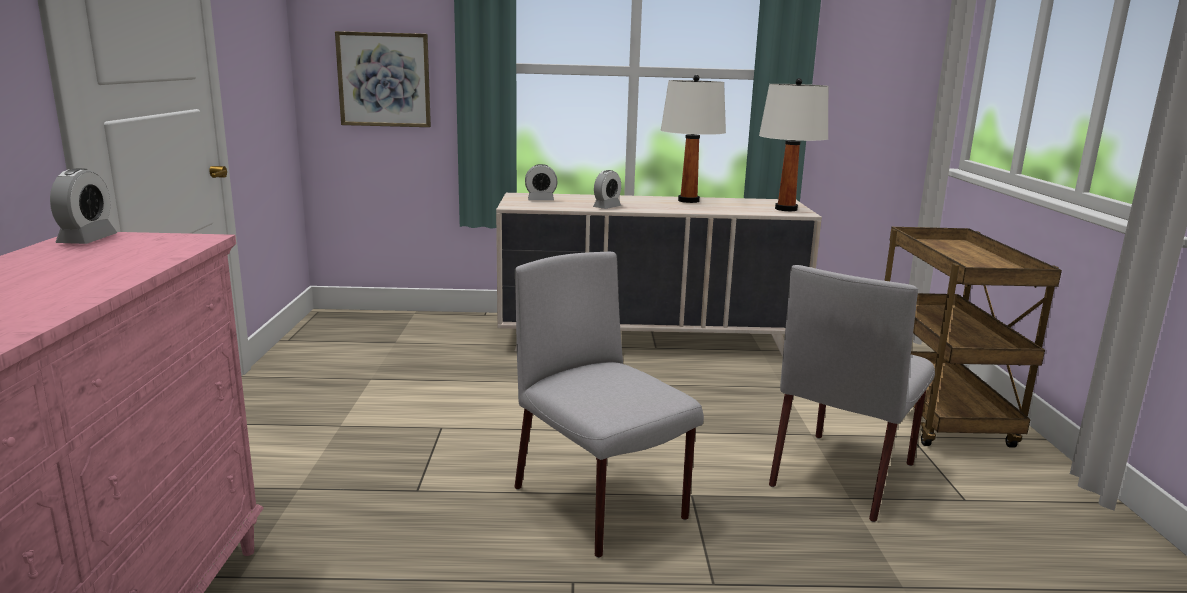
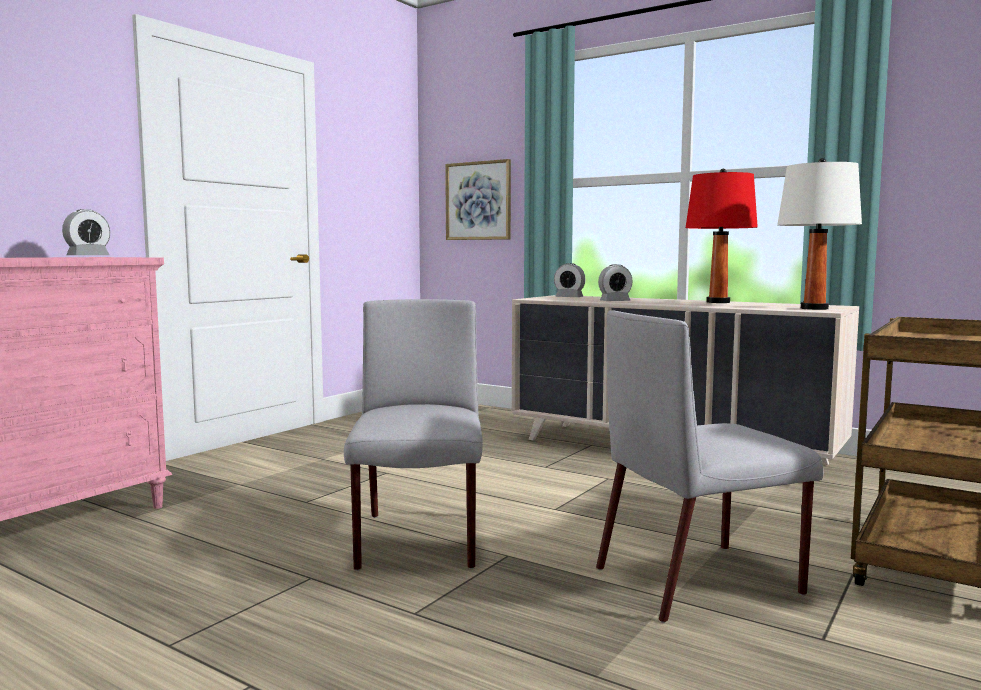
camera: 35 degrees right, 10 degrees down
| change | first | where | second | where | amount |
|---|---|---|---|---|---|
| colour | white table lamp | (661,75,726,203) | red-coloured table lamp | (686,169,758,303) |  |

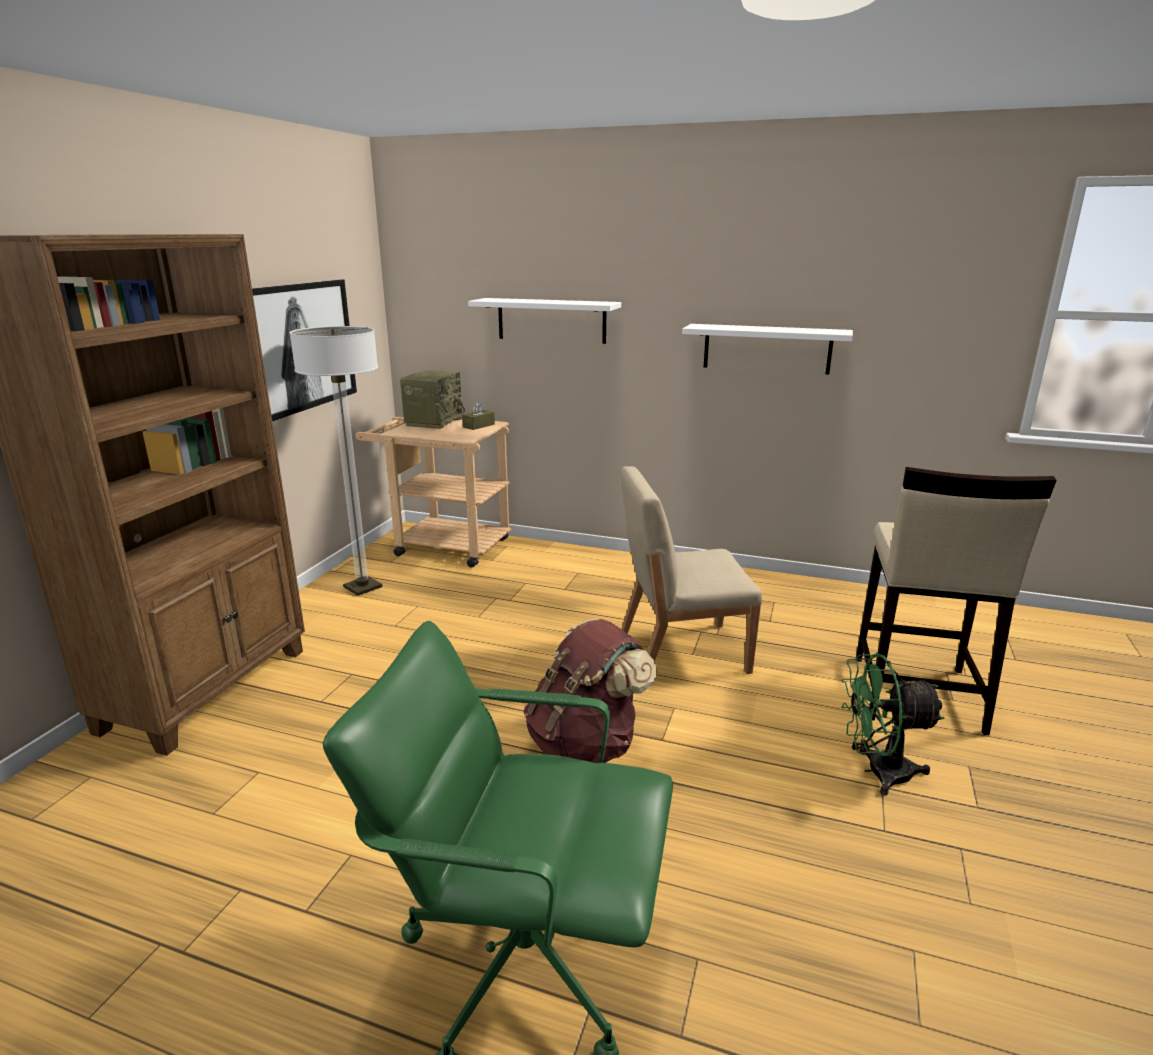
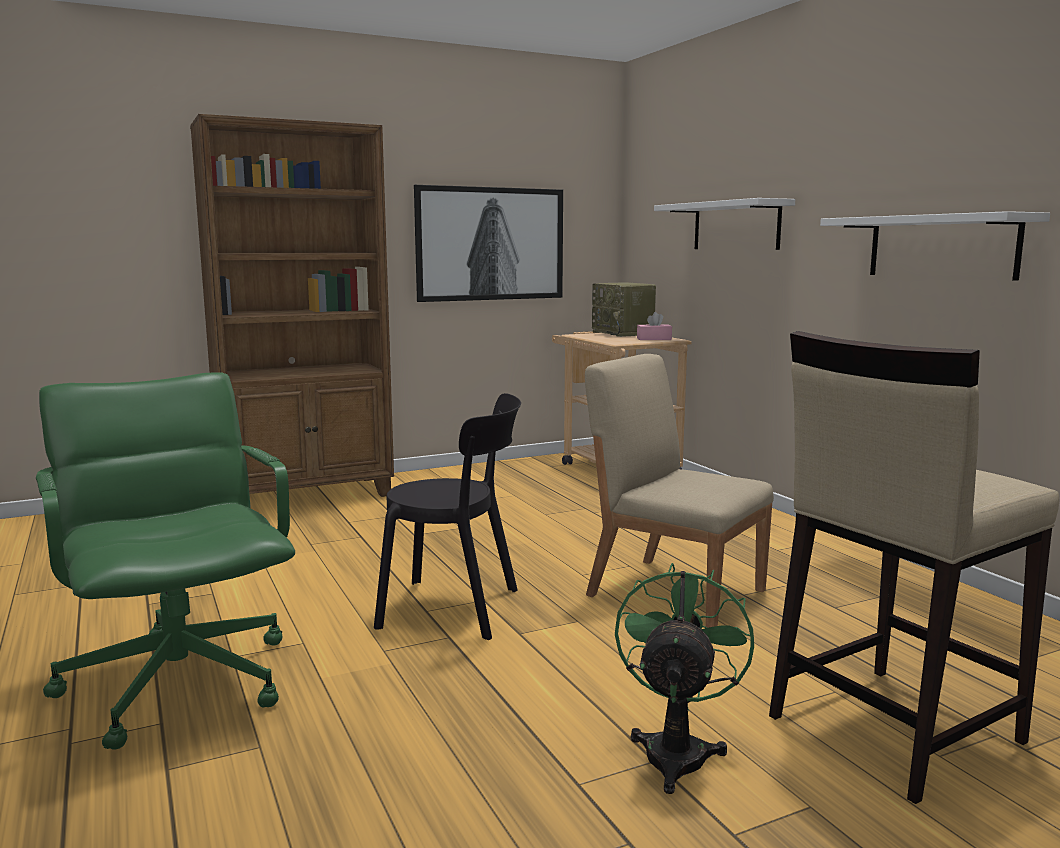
camera: 45 degrees right, 10 degrees down
| change | first | where | second | where | amount |
|---|---|---|---|---|---|
| exchanged | brownish backpack | (523,619,657,763) | blackish upright chair | (374,393,521,640) |  |
| spun | radio receiver | (400,370,465,429) |  | (592,282,656,337) | 90 degrees clockwise |
| spun | green fan | (841,653,945,796) |  | (615,563,754,794) | 60 degrees clockwise |
| colour | brownish box of tissues | (462,401,495,430) | pink box of tissues | (637,312,672,340) |  |
| missing | floor lamp | (289,326,382,596) |  |  |  |

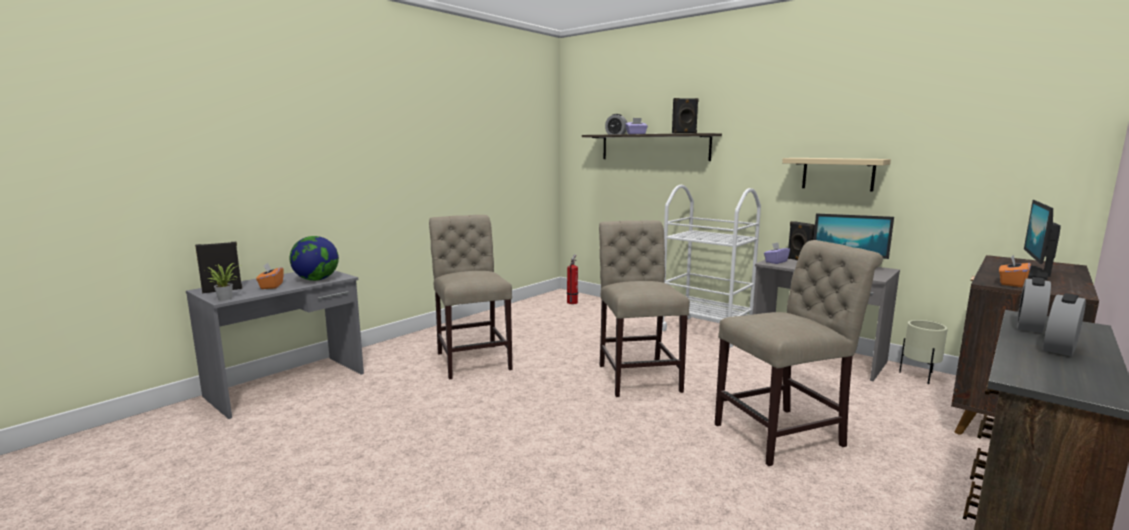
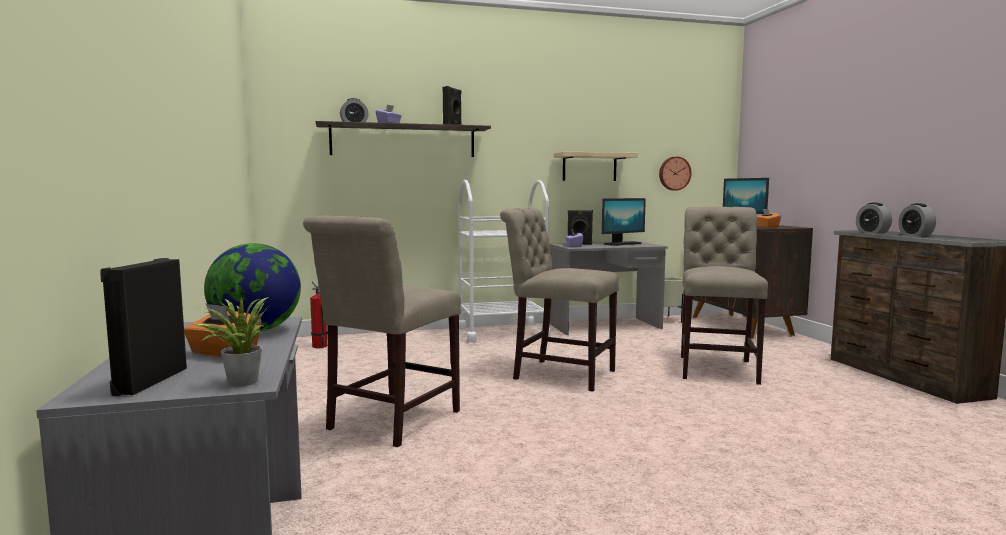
camera: 55 degrees left, 5 degrees down
| change | first | where | second | where | amount |
|---|---|---|---|---|---|
| spun | beige-coloured upright chair | (429,215,512,380) |  | (303,216,461,447) | 75 degrees counterclockwise |
| appeared |  |  | hanging clock | (659,156,692,191) |  |

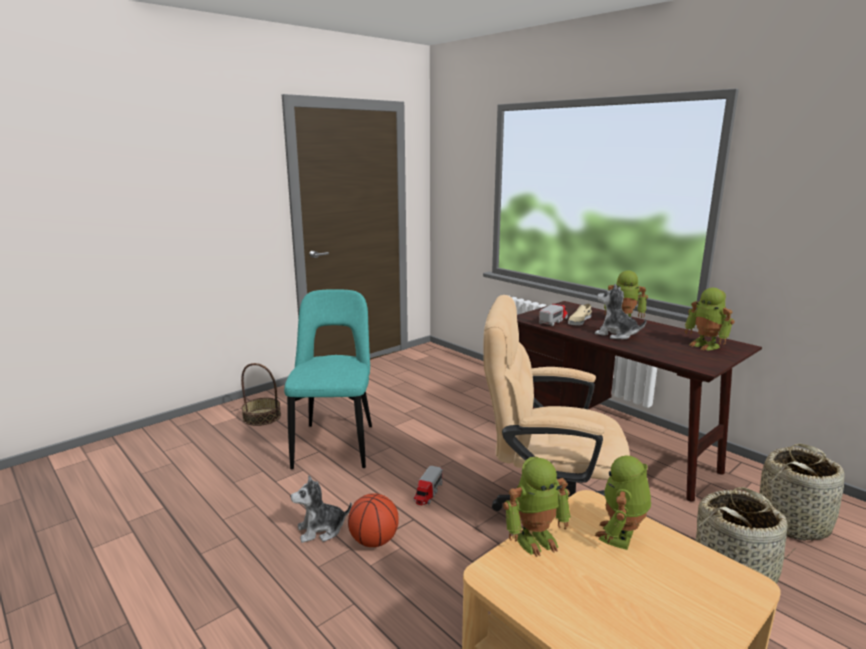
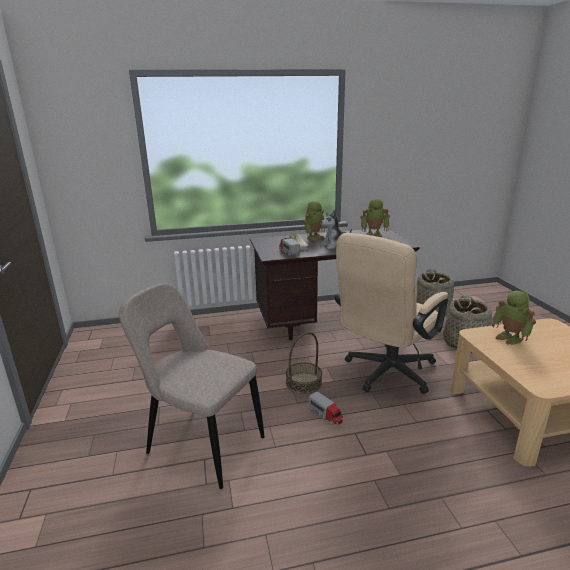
camera: 60 degrees left, 5 degrees up
| change | first | where | second | where | amount |
|---|---|---|---|---|---|
| colour | turquoise-coloured upright chair | (284,289,372,469) | beige-coloured upright chair | (119,283,264,489) |  |
| relocated | basket | (241,363,281,426) |  | (286,332,322,394) |  |
| missing | cuddly toy | (290,475,352,543) |  |  |  |
| missing | basketball ball | (348,493,399,547) |  |  |  |
| missing | toy robot | (503,457,571,557) |  |  |  |

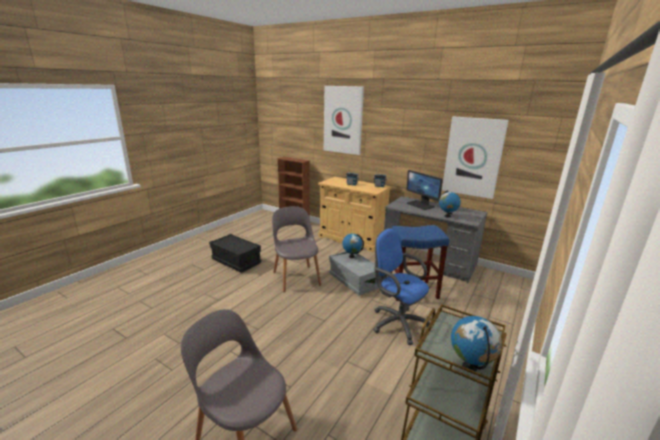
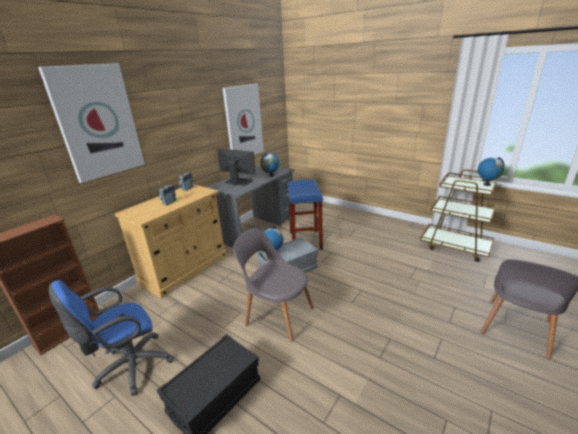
camera: 85 degrees left, 5 degrees up
| change | first | where | second | where | amount |
|---|---|---|---|---|---|
| relocated | blue computer chair | (373,228,430,345) |  | (49,280,174,396) |  |
| spun | computer display | (406,170,443,210) |  | (217,149,255,186) | 120 degrees counterclockwise |
| spun | grey upright chair | (272,206,322,292) |  | (234,228,314,342) | 45 degrees clockwise |

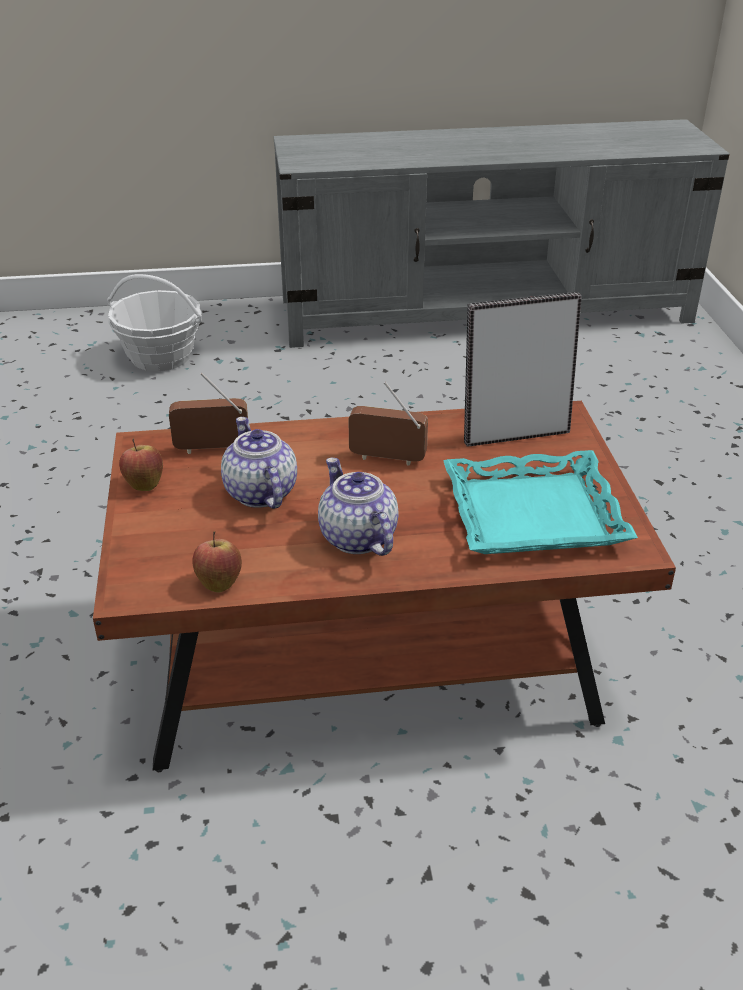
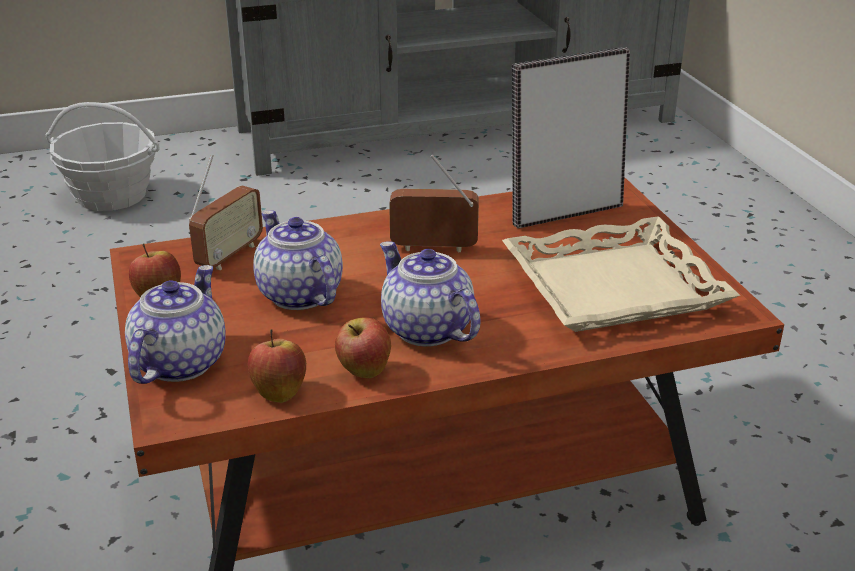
camera: 10 degrees left, 5 degrees down
| change | first | where | second | where | amount |
|---|---|---|---|---|---|
| appeared |  |  | teapot | (125,265,226,384) |  |
| spun | radio receiver | (169,373,248,454) |  | (189,155,263,270) | 135 degrees clockwise |
| appeared |  |  | apple | (335,317,391,378) |  |
| colour | turquoise-coloured carrying tray | (443,450,638,554) | beige-coloured carrying tray | (502,216,741,332) |  |

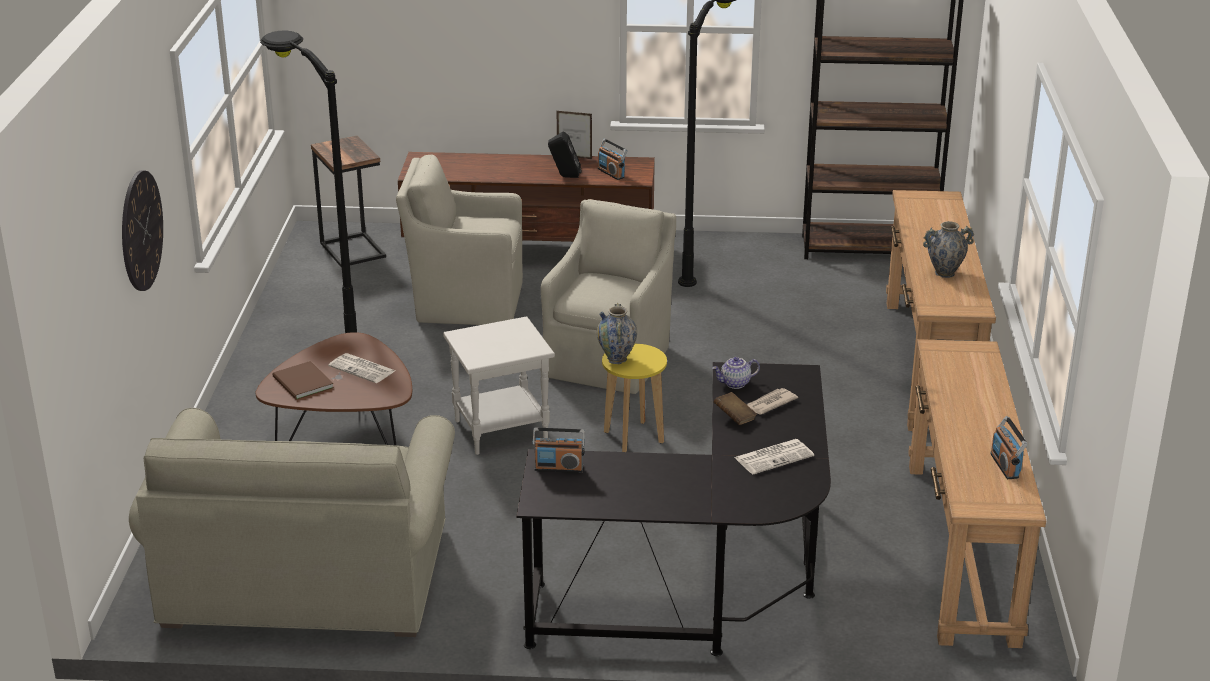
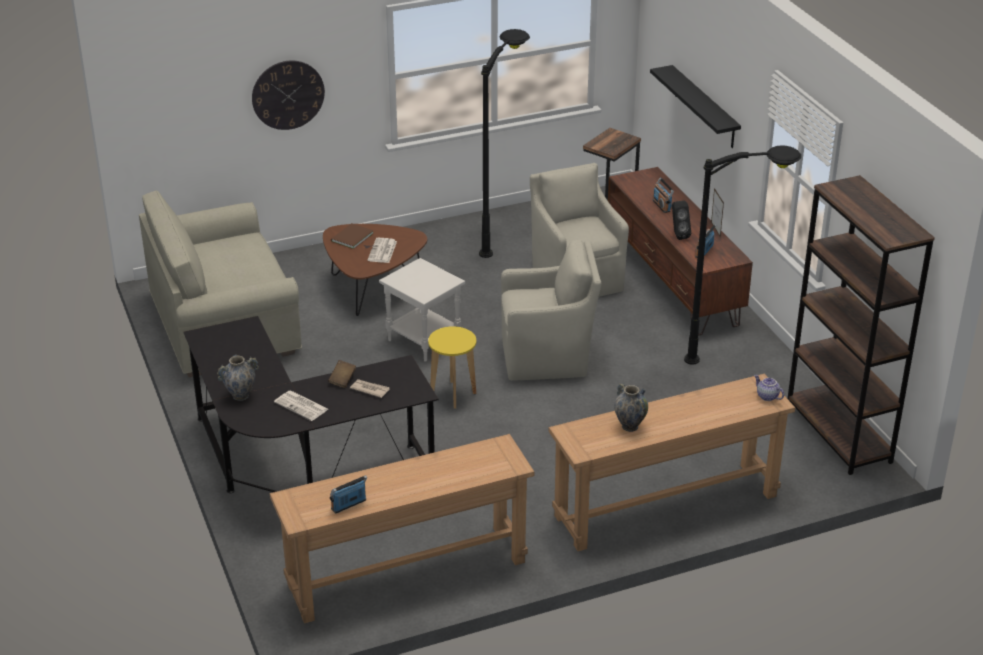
camera: 65 degrees right, 5 degrees up
| change | first | where | second | where | amount |
|---|---|---|---|---|---|
| relocated | decorative vase | (597,303,637,364) |  | (217,355,259,401) |  |
| appeared |  |  | blackish shelf | (650,65,741,148) |  |
| relocated | radio receiver | (532,428,585,473) |  | (653,178,674,213) |  |
| relocated | teapot | (712,357,760,389) |  | (754,375,784,401) |  |

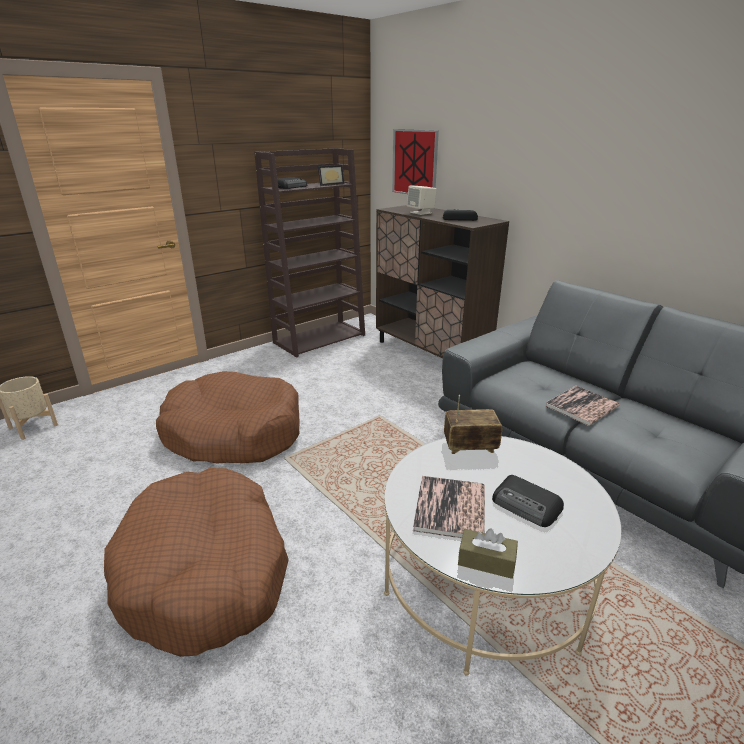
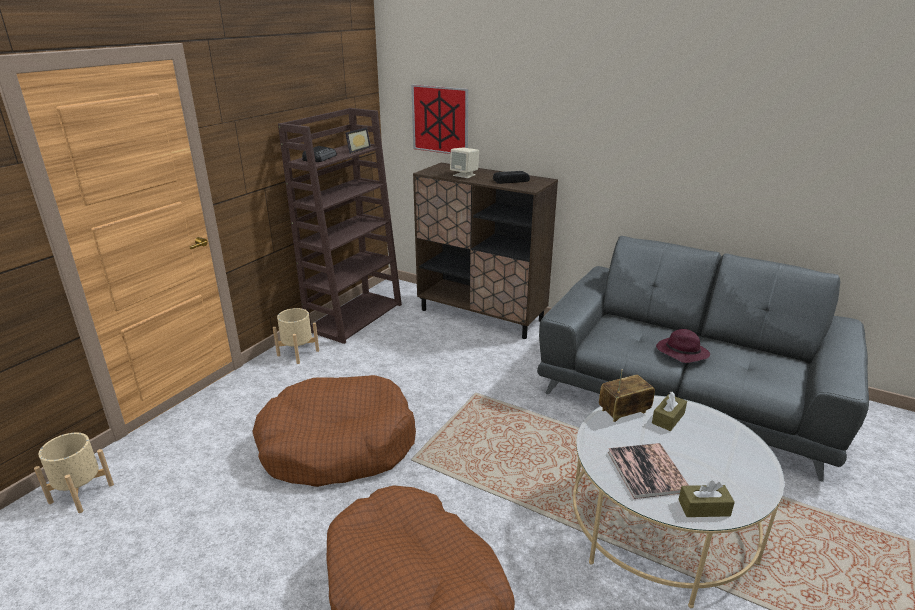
camera: 20 degrees left, 0 degrees up
| change | first | where | second | where | amount |
|---|---|---|---|---|---|
| appeared |  |  | beige-coloured planter | (273,308,319,364) |  |
| appeared |  |  | brownish box of tissues | (652,392,687,431) |  |
| exchanged | bound book | (546,386,620,426) | purple-coloured wearable hat | (656,329,710,363) |  |
| missing | radio receiver | (492,475,564,527) |  |  |  |

